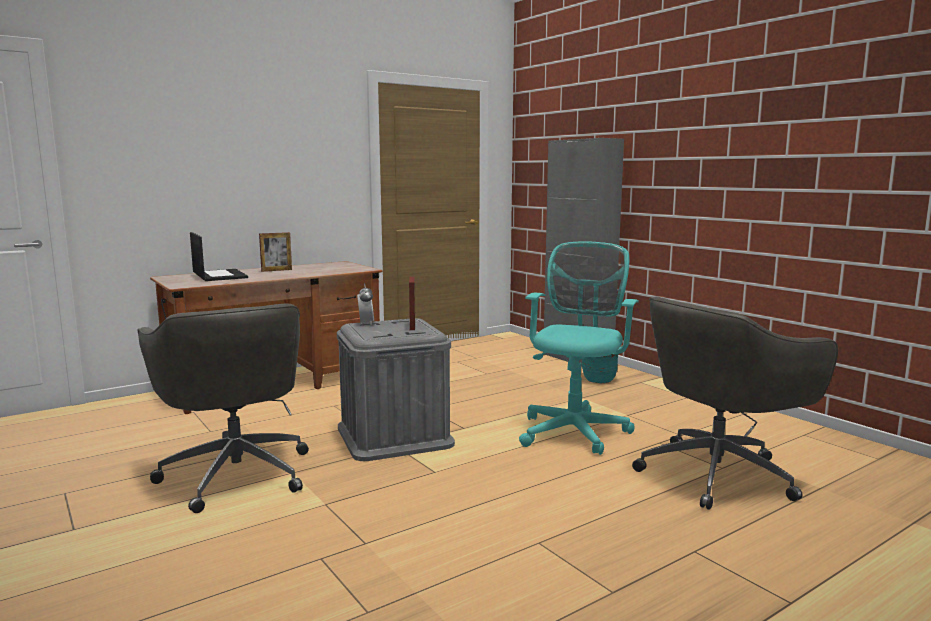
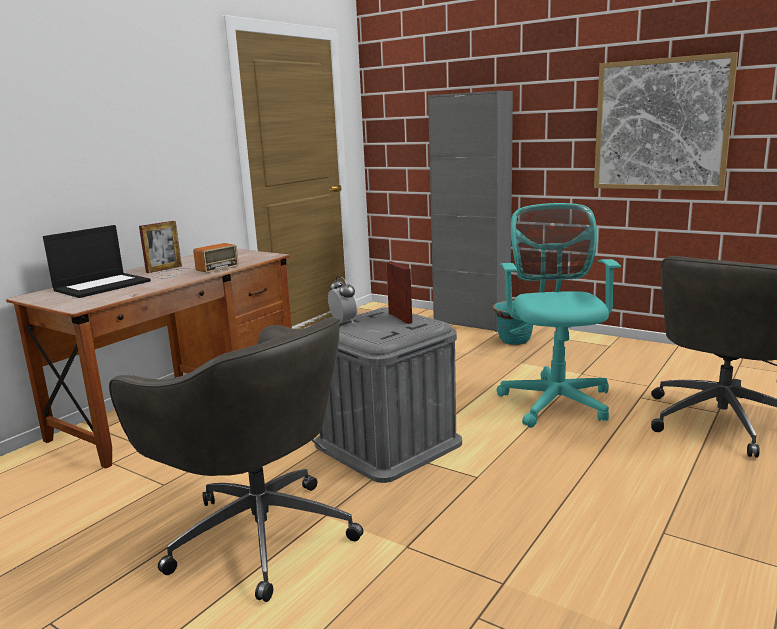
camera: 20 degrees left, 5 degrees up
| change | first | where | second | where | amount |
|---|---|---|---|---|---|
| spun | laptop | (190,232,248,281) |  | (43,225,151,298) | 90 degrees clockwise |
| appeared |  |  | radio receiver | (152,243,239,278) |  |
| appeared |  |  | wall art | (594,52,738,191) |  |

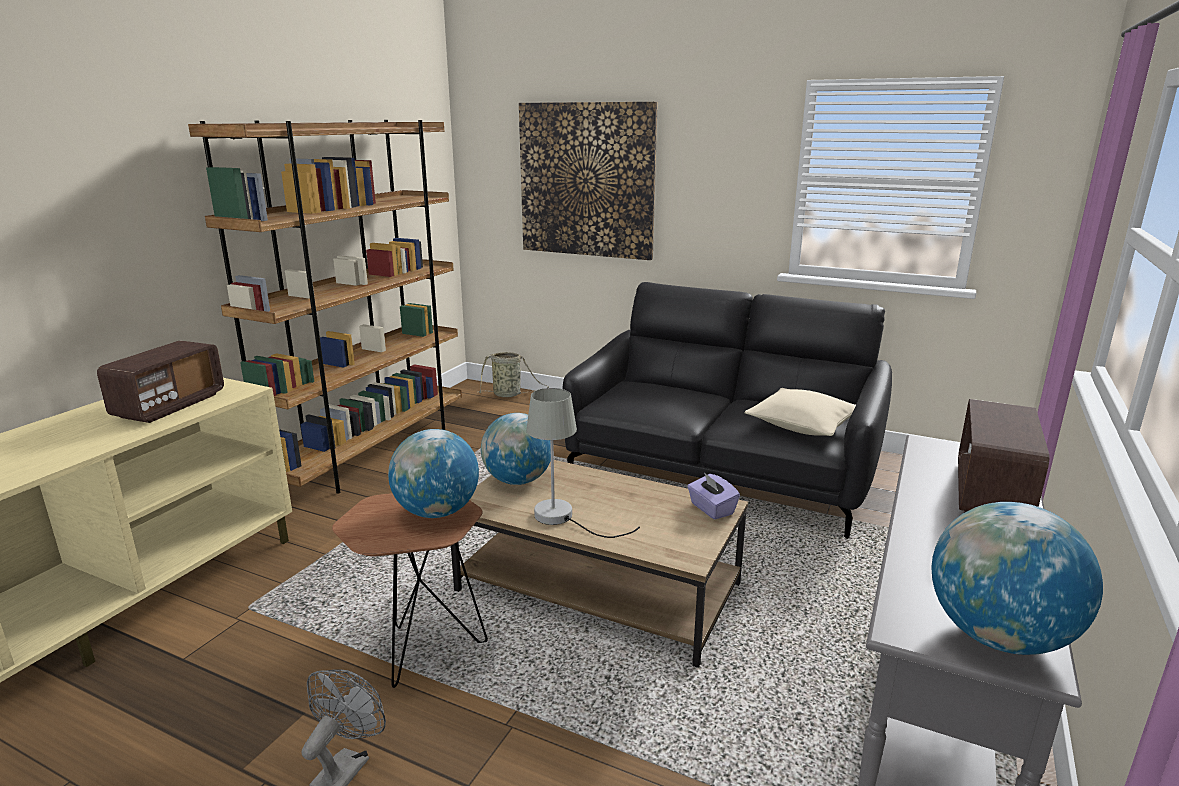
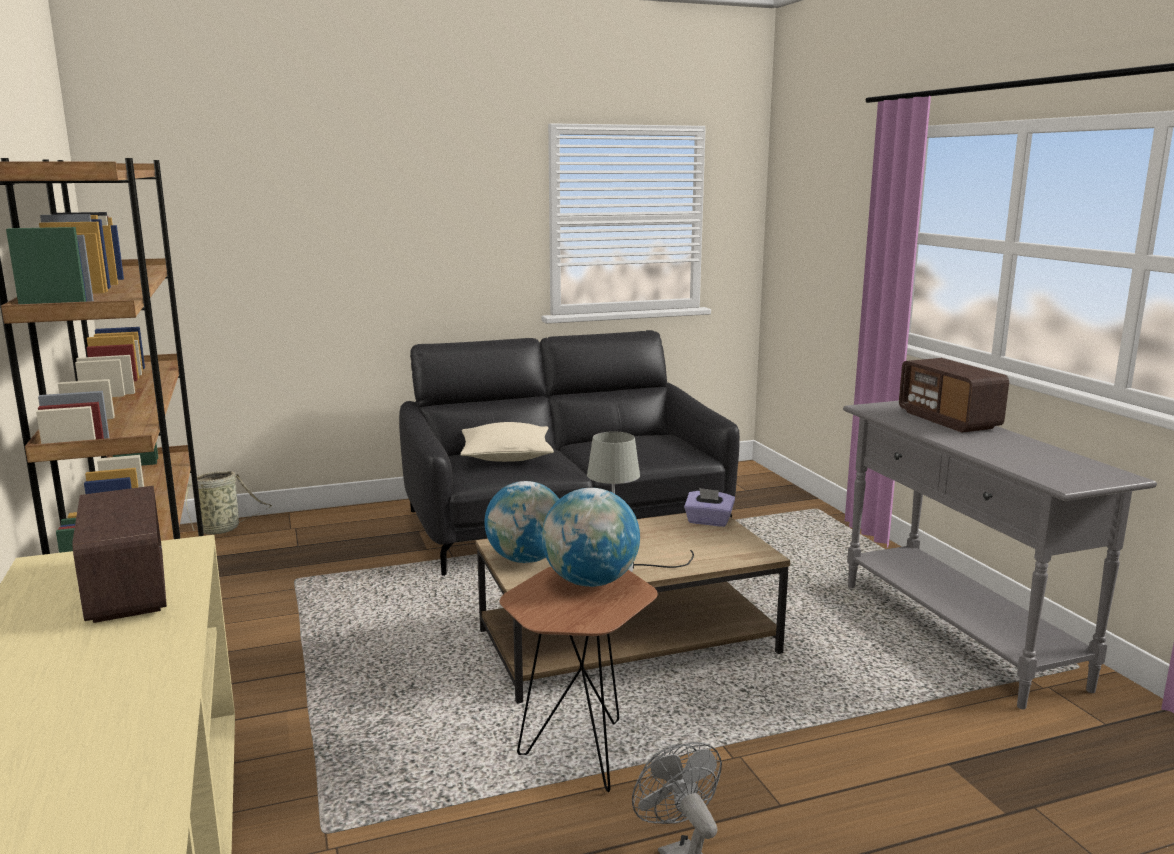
camera: 45 degrees left, 5 degrees down
| change | first | where | second | where | amount |
|---|---|---|---|---|---|
| relocated | beige-coloured throw pillow | (744,388,856,436) |  | (460,422,554,462) |  |
| missing | wall art | (519,102,658,260) |  |  |  |
| missing | globe | (932,502,1103,655) |  |  |  |

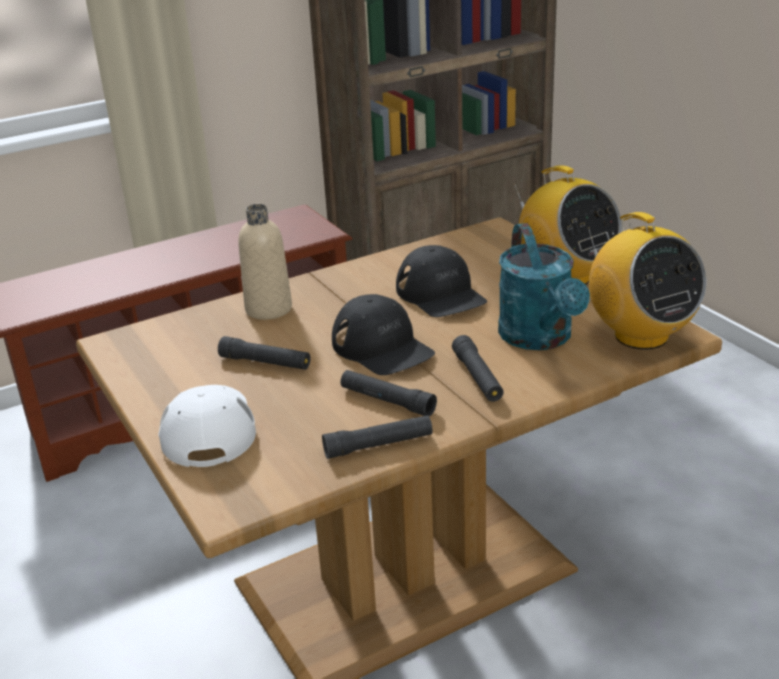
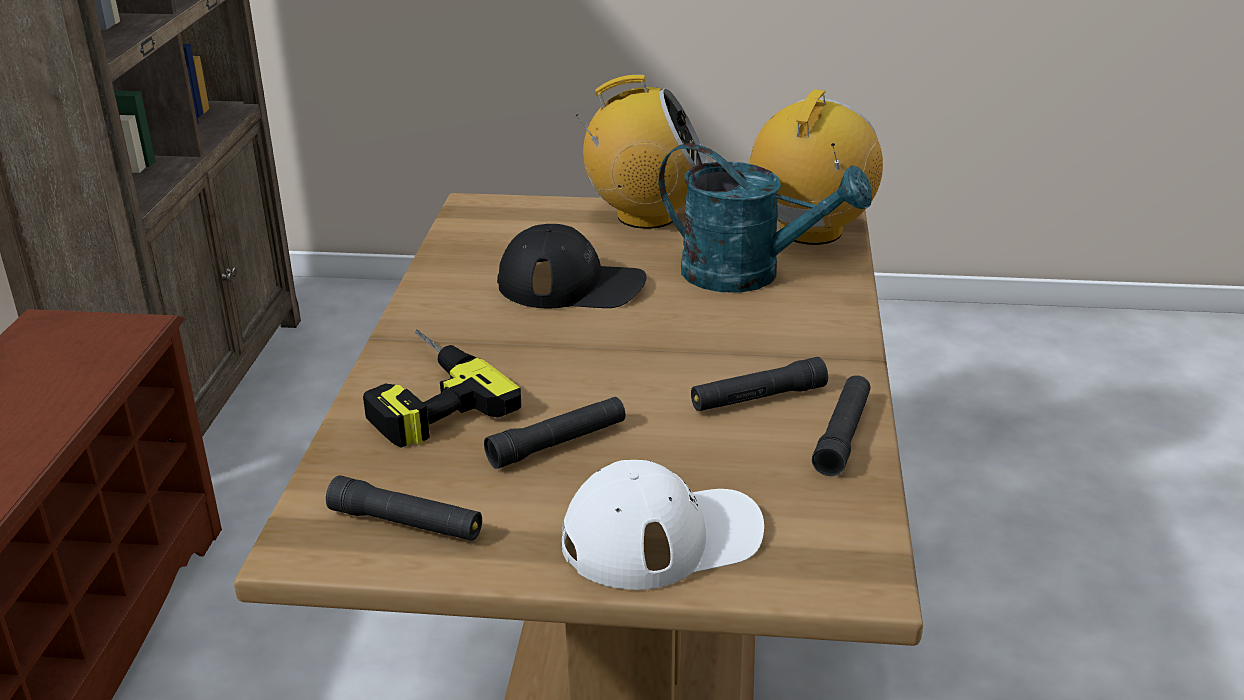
camera: 55 degrees left, 0 degrees up
| change | first | where | second | where | amount |
|---|---|---|---|---|---|
| relocated | blackish torch | (452,335,504,402) |  | (326,475,482,541) |  |
| exchanged | beige-coloured beverage bottle | (238,204,292,320) | electric drill | (363,330,521,448) |  |
| spun | white peaked cap | (159,385,256,467) |  | (562,460,764,590) | 135 degrees clockwise |
| spun | radio receiver | (587,212,706,350) |  | (750,89,883,245) | 75 degrees counterclockwise |
| missing | blackish peaked cap | (332,294,435,375) |  |  |  |

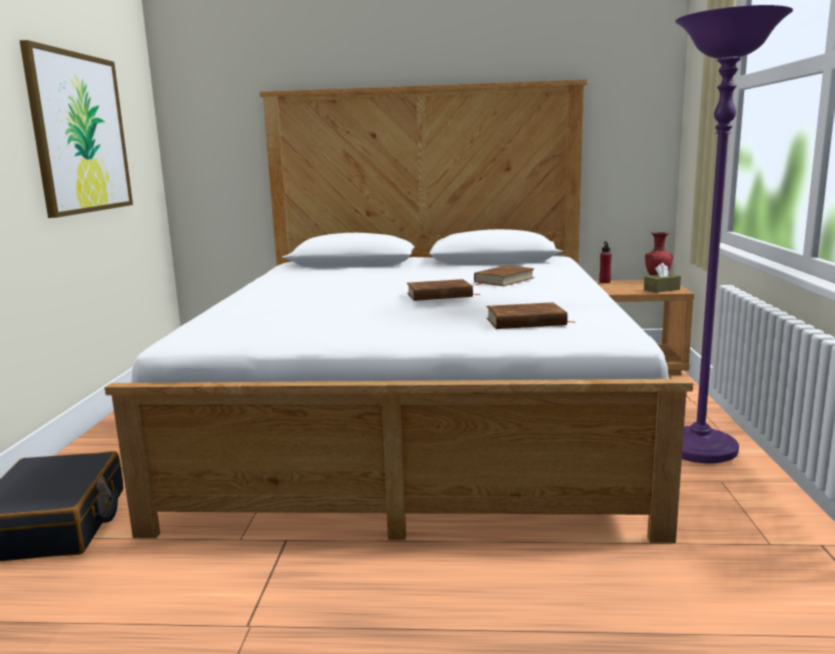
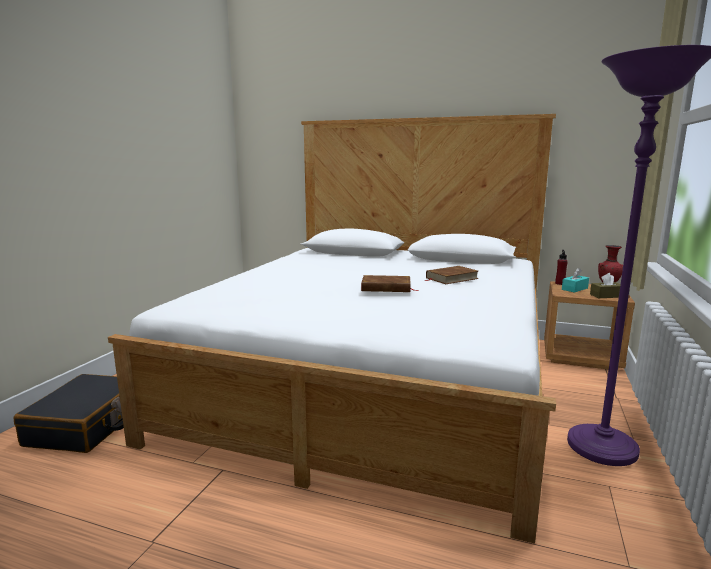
camera: 15 degrees right, 0 degrees up
| change | first | where | second | where | amount |
|---|---|---|---|---|---|
| appeared |  |  | turquoise-coloured box of tissues | (562,267,589,293) |  |
| missing | wall art | (19,40,133,218) |  |  |  |
| missing | brownish bound book | (486,302,576,329) |  |  |  |

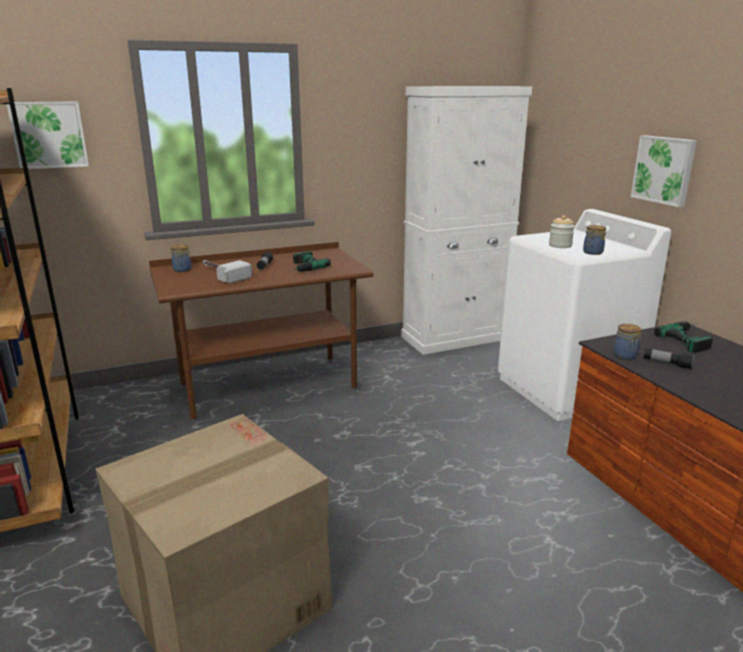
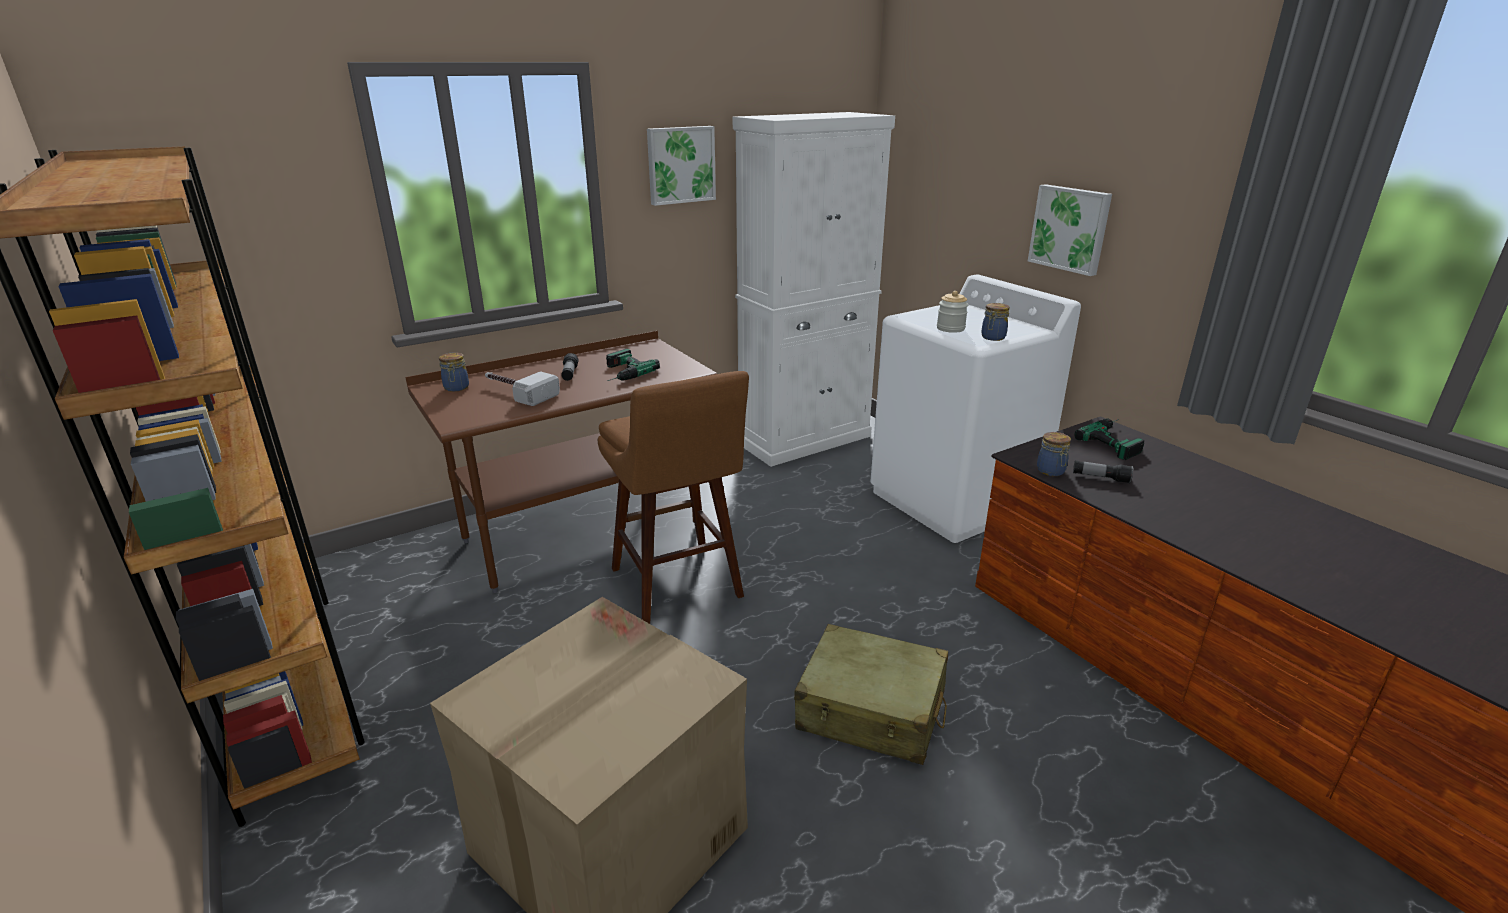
camera: 10 degrees left, 5 degrees up
| change | first | where | second | where | amount |
|---|---|---|---|---|---|
| appeared |  |  | brownish stool seat | (598,371,749,624) |  |
| relocated | wall art | (7,101,89,169) |  | (647,126,716,206) |  |
| appeared |  |  | beige-coloured suitcase | (794,624,948,765) |  |

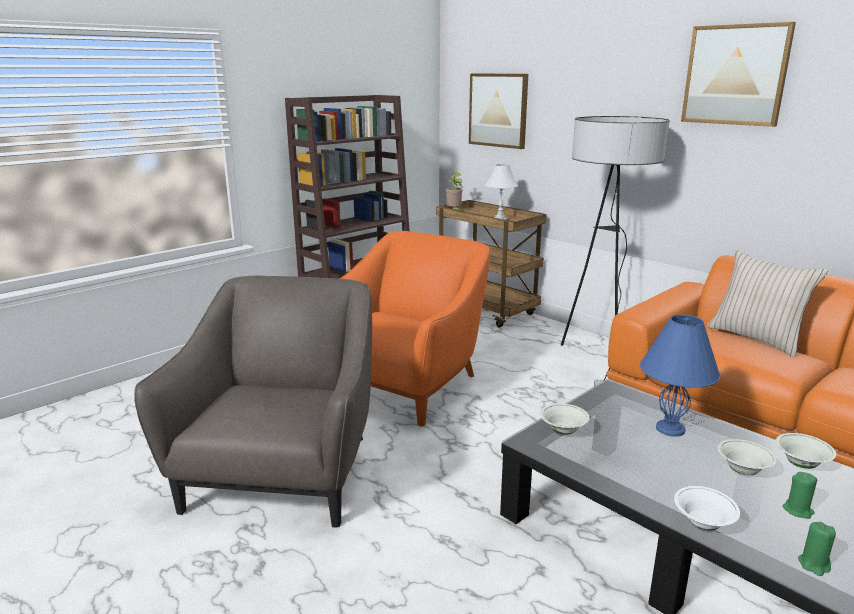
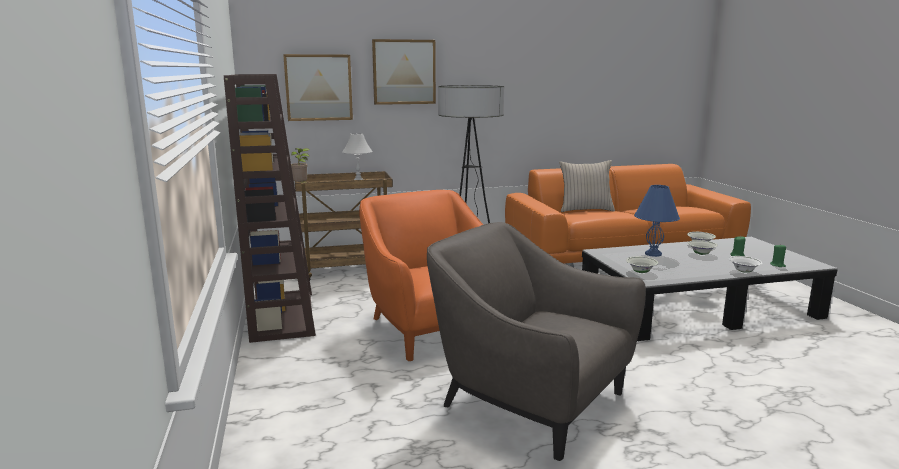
camera: 60 degrees left, 5 degrees down
| change | first | where | second | where | amount |
|---|---|---|---|---|---|
| relocated | wall art | (681,22,796,127) |  | (372,39,436,105) |  |

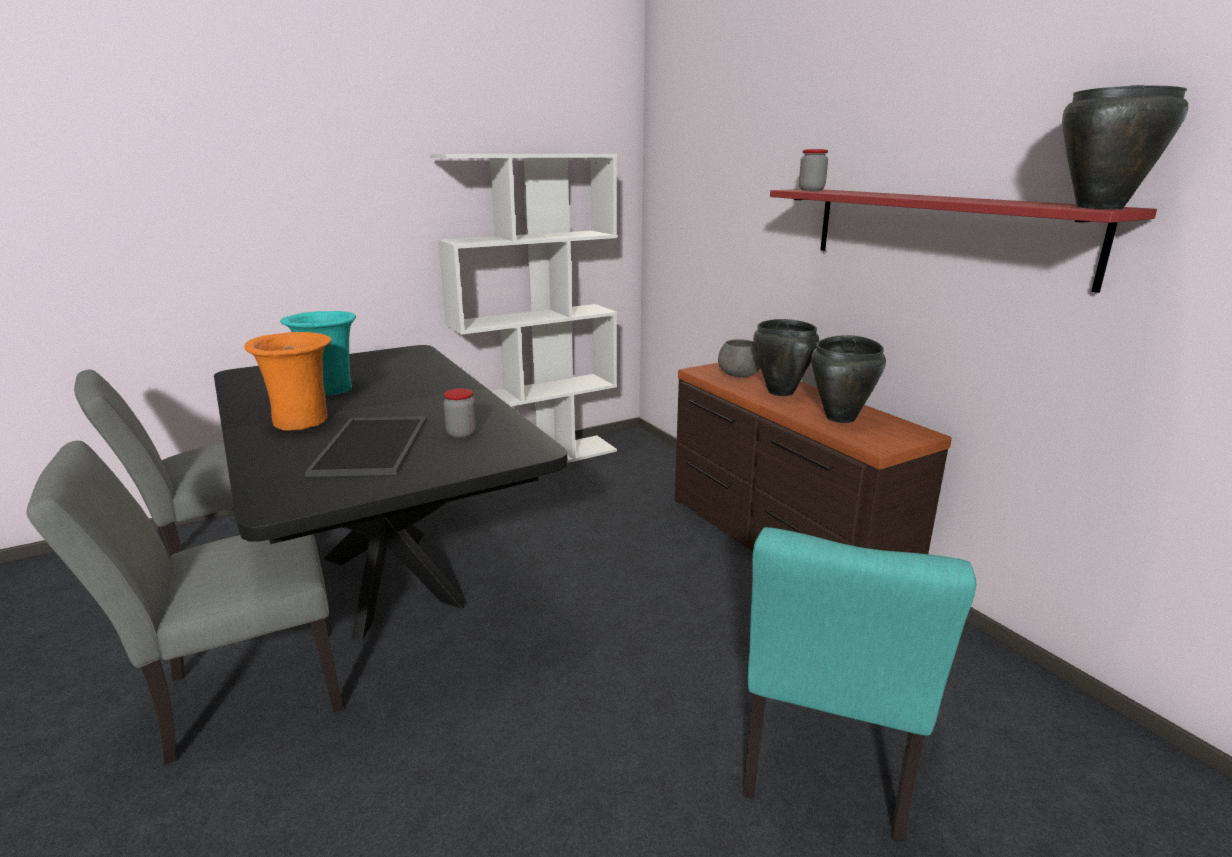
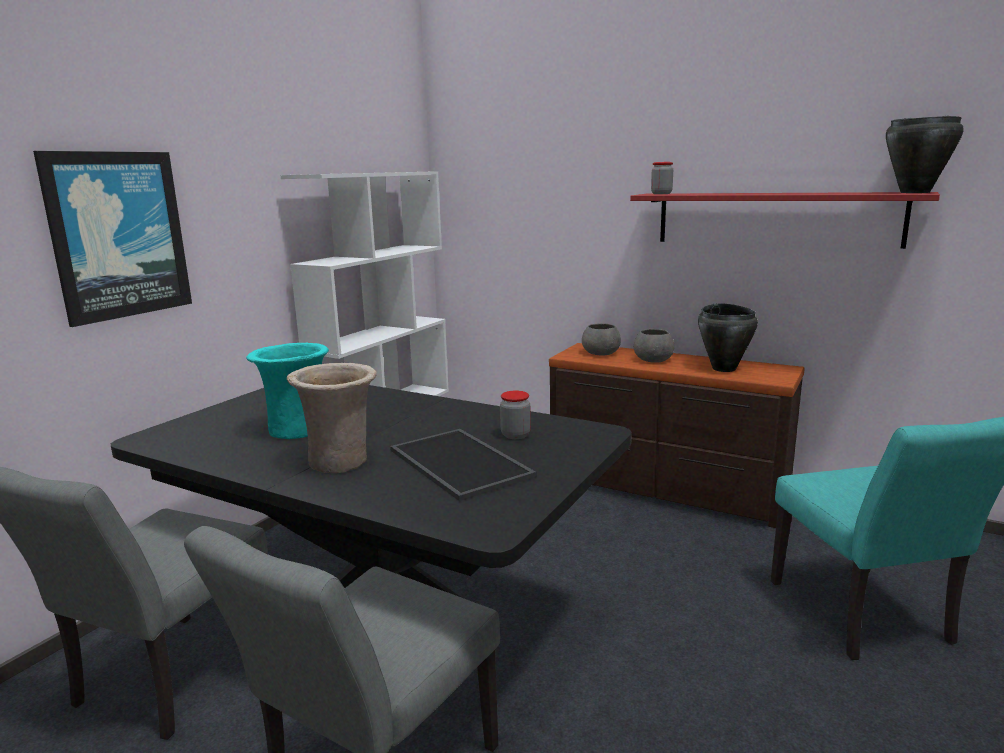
camera: 30 degrees left, 5 degrees down
| change | first | where | second | where | amount |
|---|---|---|---|---|---|
| appeared |  |  | wall art | (33,151,192,327) |  |
| colour | orange-coloured decorative vase | (244,332,332,431) | beige-coloured decorative vase | (287,363,377,473) |  |
| exchanged | blackish cooking pot | (753,319,819,396) | grey bowl | (634,329,674,363) |  |

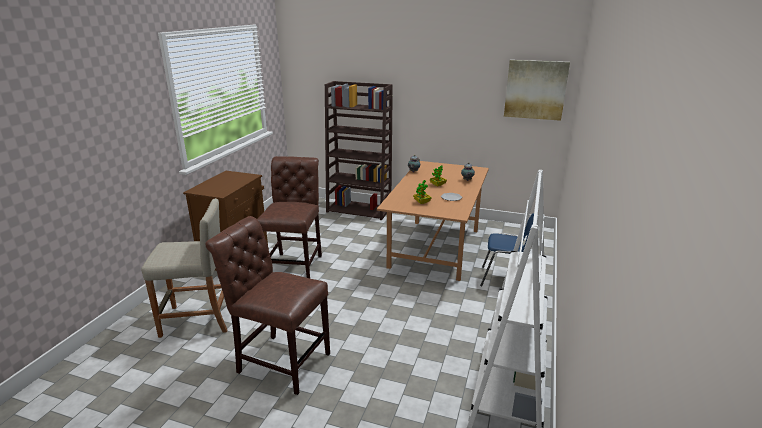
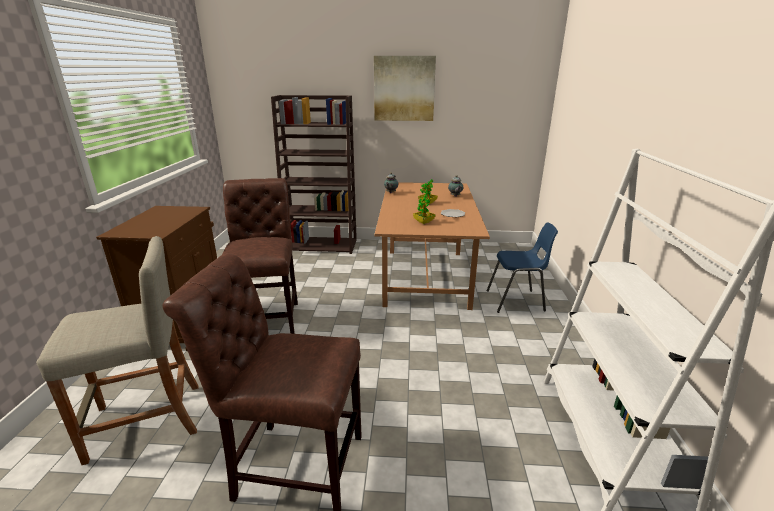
camera: 15 degrees left, 0 degrees up
| change | first | where | second | where | amount |
|---|---|---|---|---|---|
| relocated | wall art | (504,60,570,121) |  | (374,56,436,121) |  |

